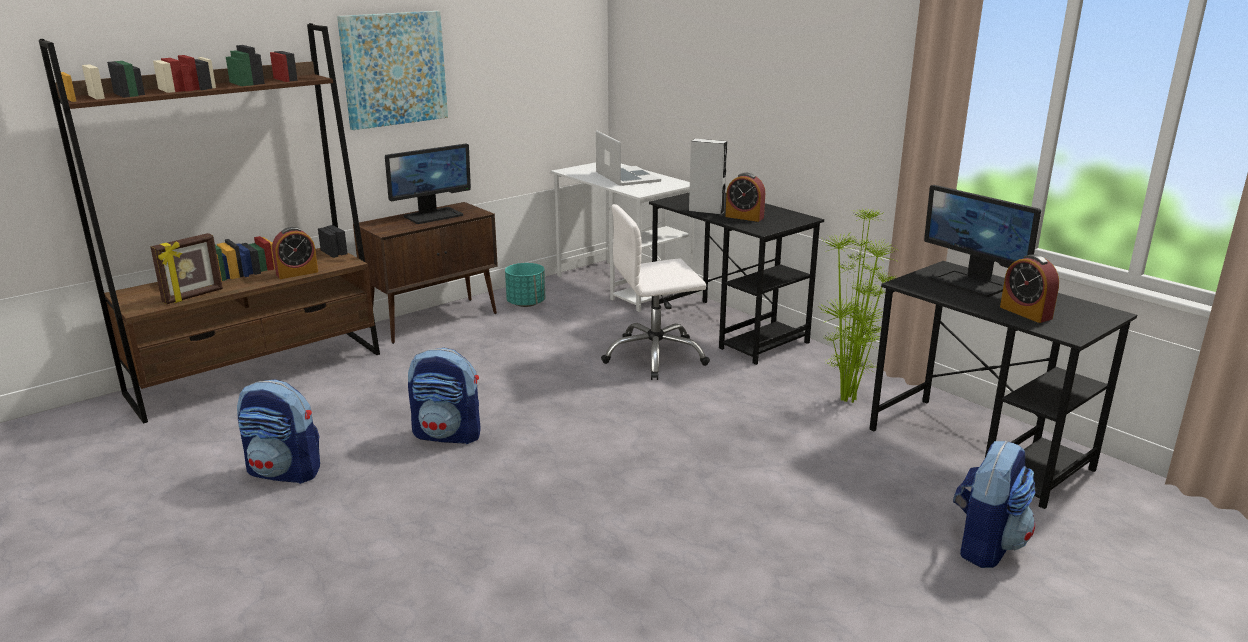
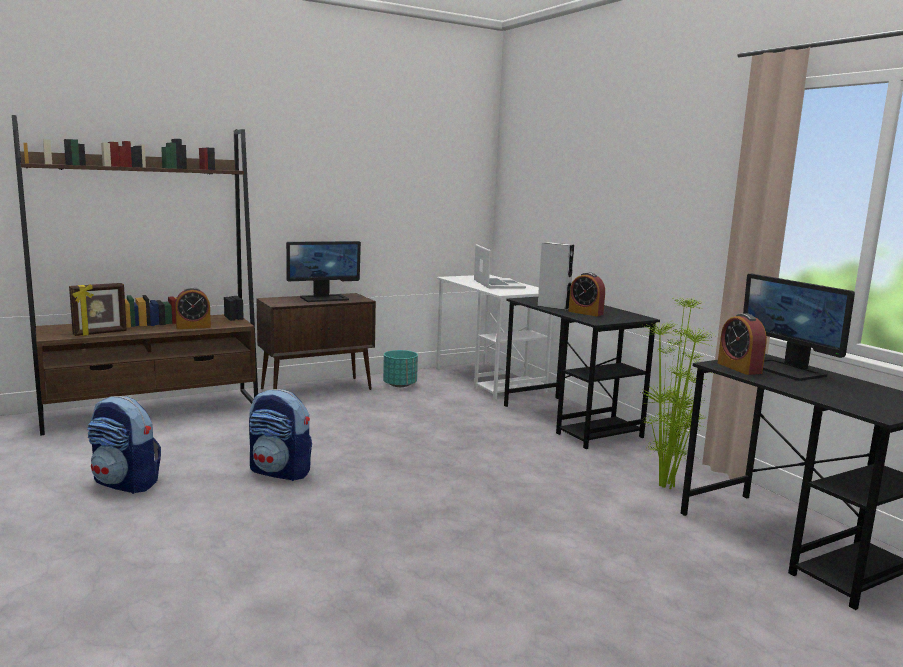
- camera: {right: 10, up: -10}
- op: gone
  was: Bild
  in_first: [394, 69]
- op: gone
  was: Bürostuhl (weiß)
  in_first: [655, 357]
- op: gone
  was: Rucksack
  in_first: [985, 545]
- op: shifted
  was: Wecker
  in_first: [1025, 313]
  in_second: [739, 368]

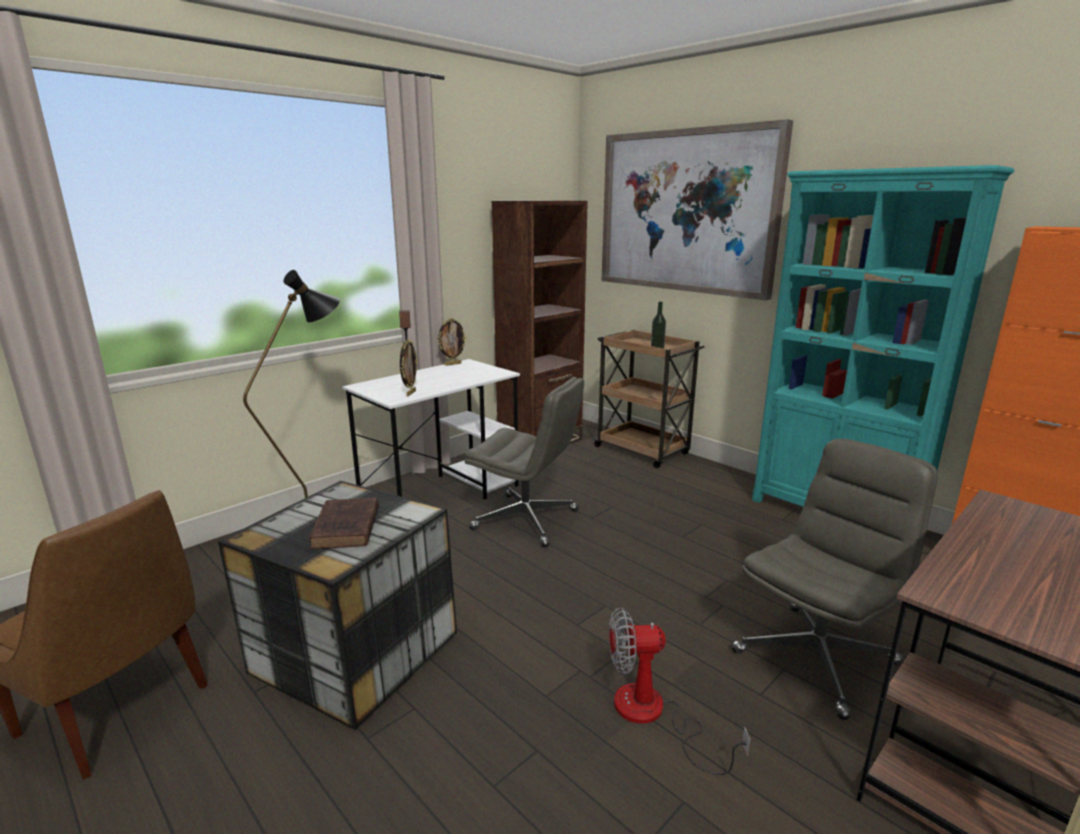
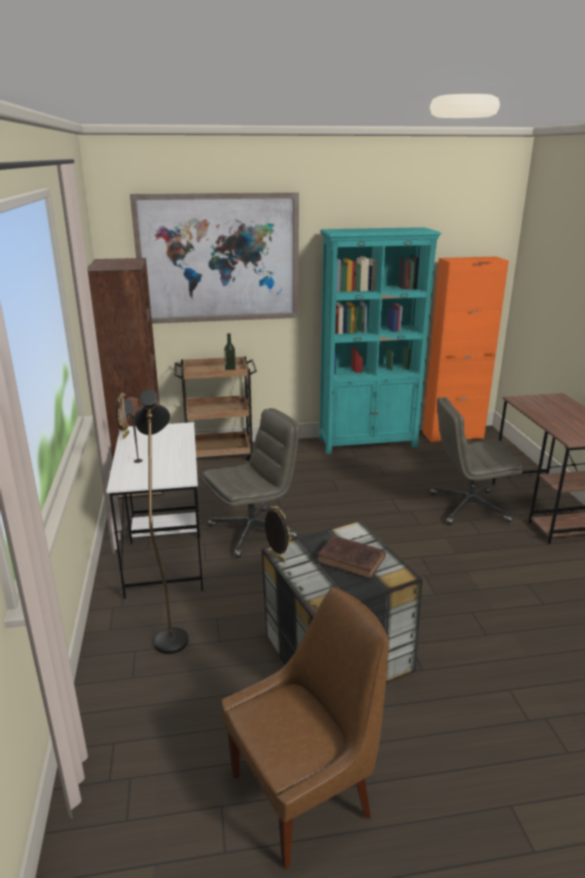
- camera: {right: -55, up: 5}
- op: shifted
  was: Bilderrahmen
  in_first: [410, 393]
  in_second: [277, 558]
- op: gone
  was: Ventilator
  in_first: [653, 715]
- op: rotated
  was: Bürostuhl (grau)
  in_first: [816, 656]
  in_second: [468, 508]
  clockwise: -90

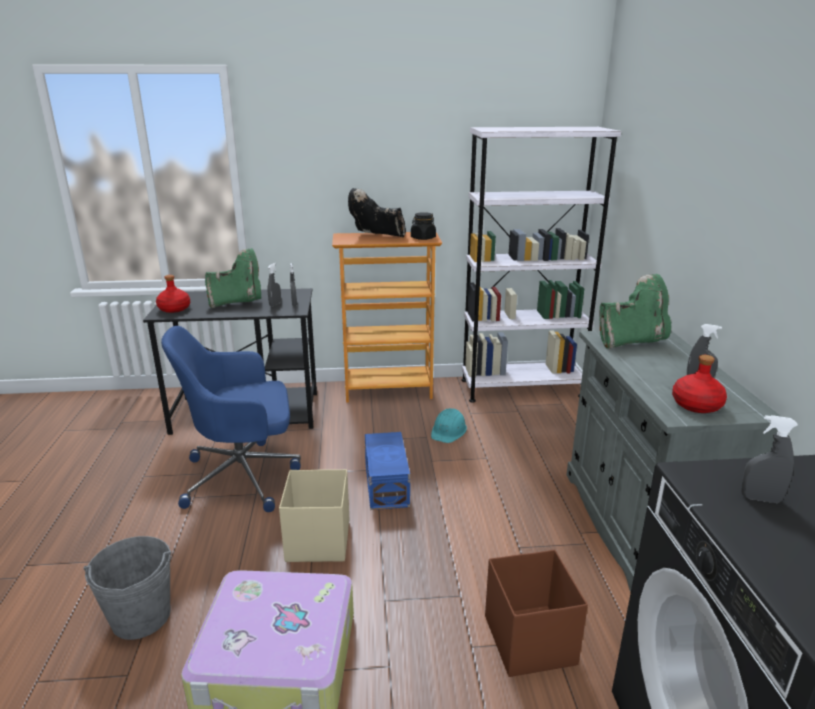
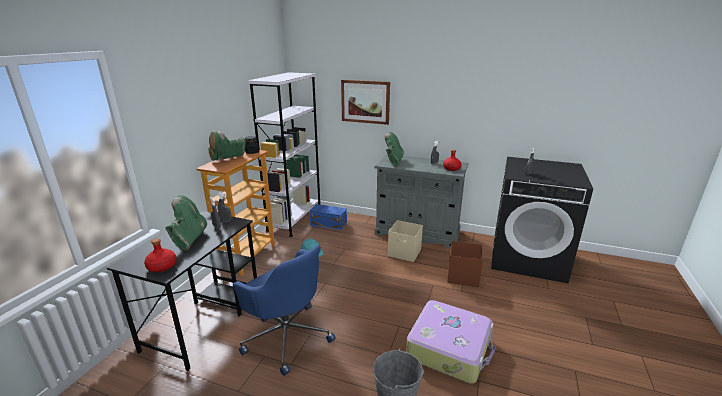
- camera: {right: -65, up: 0}
- op: rotated
  was: Bürostuhl (blau)
  in_first: [244, 476]
  in_second: [287, 336]
  clockwise: -60
- op: shifted
  was: Aufbewahrungsbox (beige)
  in_first: [317, 541]
  in_second: [404, 253]
- op: repainted
  was: Stiefel (schwarz)
  now: Stiefel (grün)
  in_first: [376, 236]
  in_second: [228, 160]
- op: shifted
  was: Aufbewahrungsbox (blau)
  in_first: [387, 484]
  in_second: [328, 224]
- op: new
  now: Bild
  in_second: [365, 101]

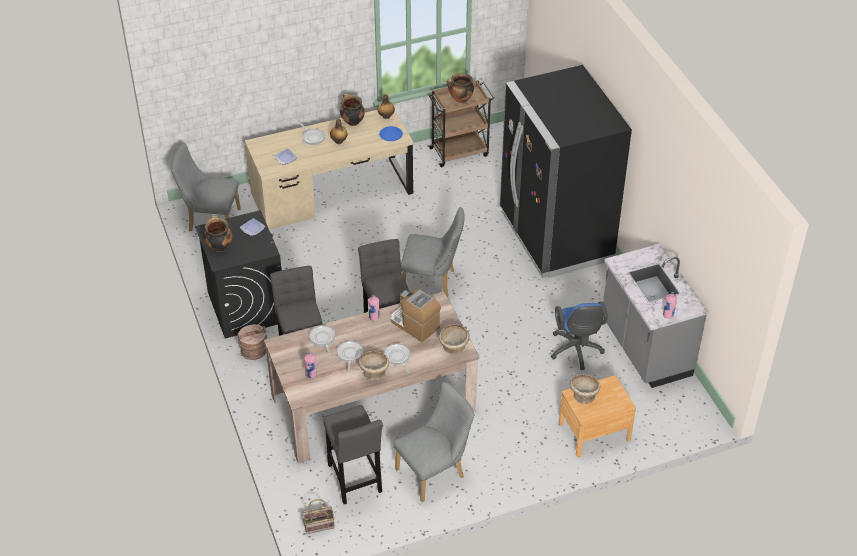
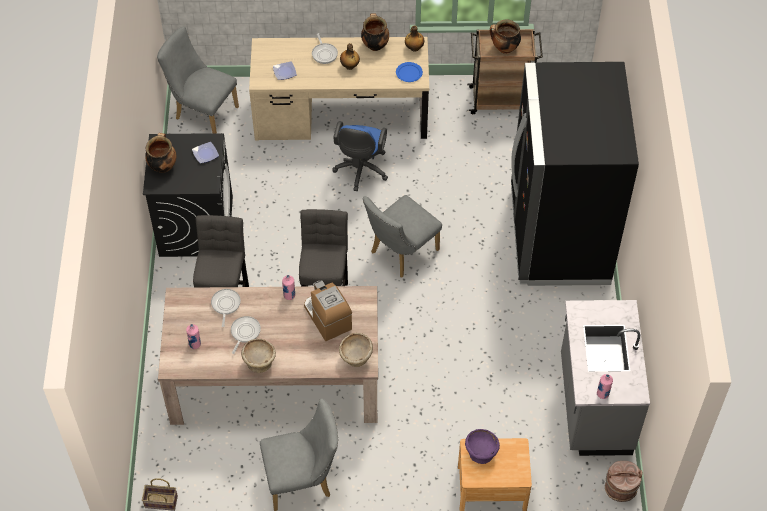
- camera: {right: 20, up: 10}
- op: shifted
  was: Eimer (braun)
  in_first: [254, 351]
  in_second: [620, 488]
- op: gone
  was: Hocker (grau)
  in_first: [355, 481]
- op: gone
  was: Pfanne
  in_first: [397, 357]
- op: rotated
  was: Stuhl (grau)
  in_first: [433, 282]
  in_second: [400, 253]
  clockwise: 105
- op: shifted
  was: Bürostuhl (blau)
  in_first: [576, 351]
  in_second: [360, 171]
- op: repainted
  was: Schüssel (beige)
  now: Schüssel (lila)
  in_first: [583, 396]
  in_second: [481, 452]

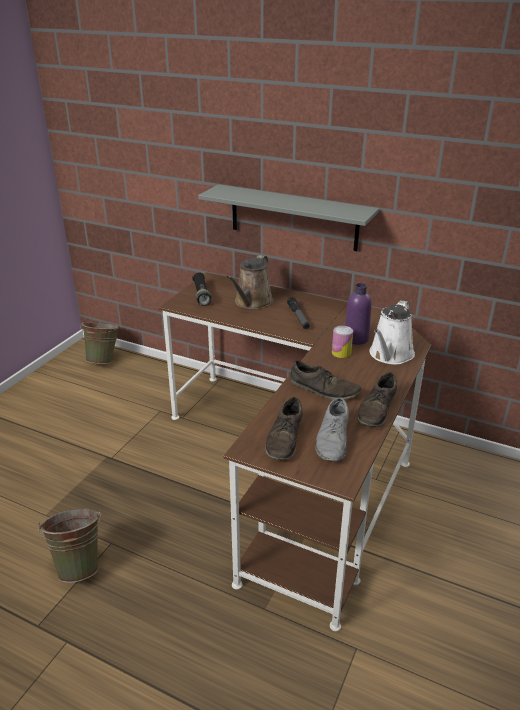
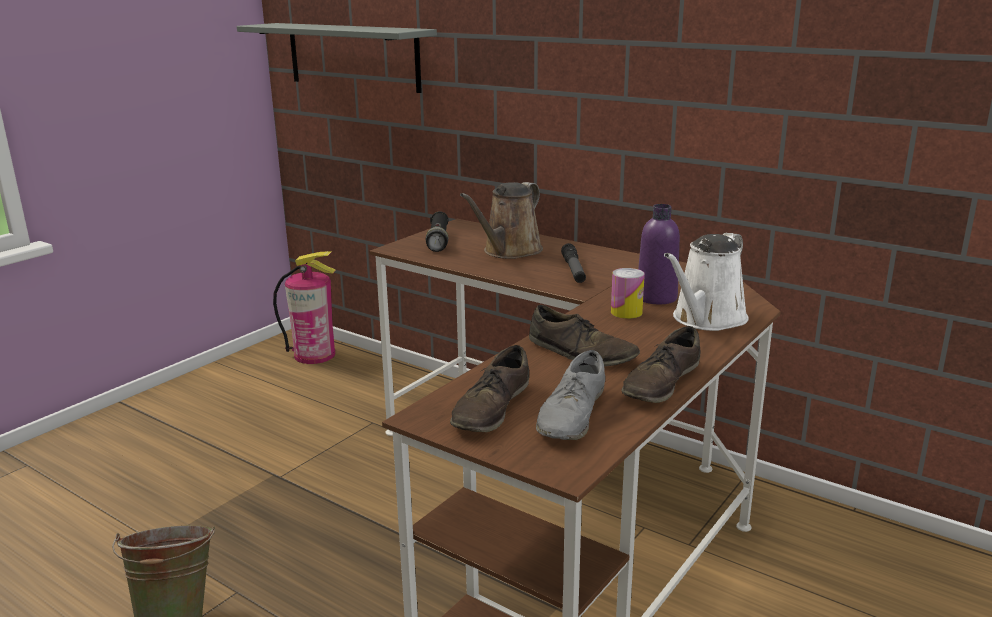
- camera: {right: 10, up: -10}
- op: swapped
  was: Eimer (grün)
  now: Feuerlöscher
  in_first: [104, 360]
  in_second: [314, 355]
- op: shifted
  was: Wandregal (grau)
  in_first: [293, 217]
  in_second: [353, 56]

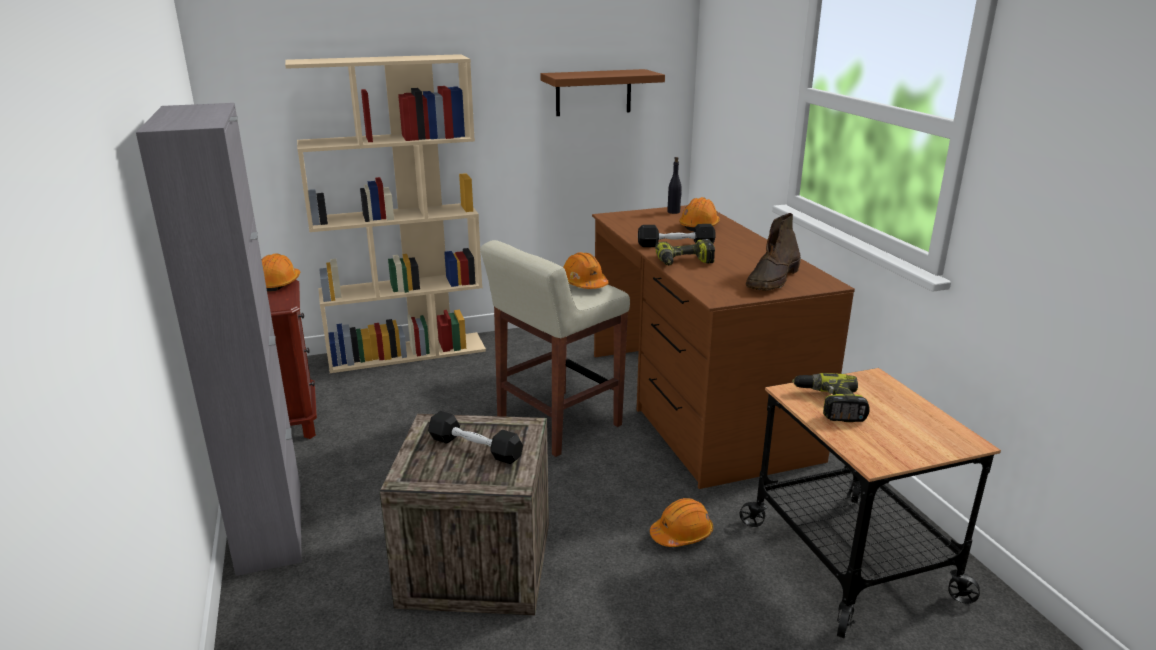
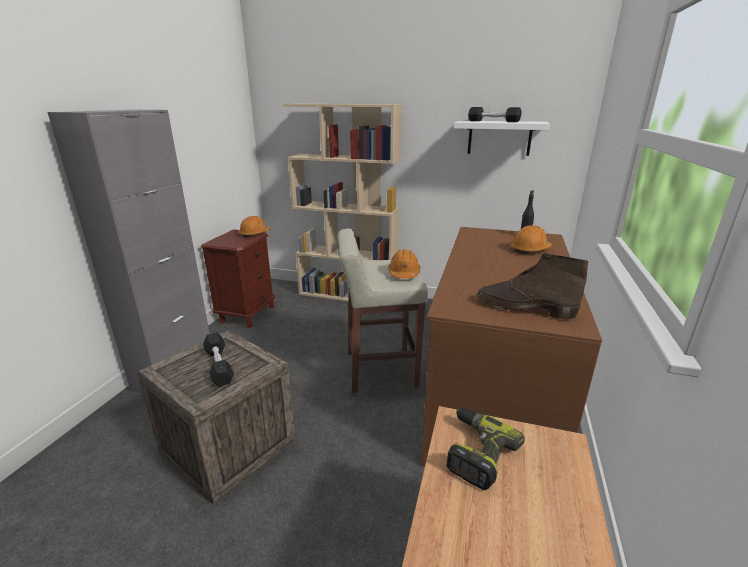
- camera: {right: 35, up: 0}
- op: repainted
  was: Wandregal (braun)
  now: Wandregal (weiß)
  in_first: [593, 92]
  in_second: [499, 138]
- op: shifted
  was: Hantel (schwarz)
  in_first: [676, 244]
  in_second: [493, 121]
- op: gone
  was: Schutzhelm (orange)
  in_first: [681, 534]
- op: gone
  was: Bohrmaschine
  in_first: [684, 262]
- op: rotated
  was: Stiefel (braun)
  in_first: [772, 280]
  in_second: [523, 308]
  clockwise: 45

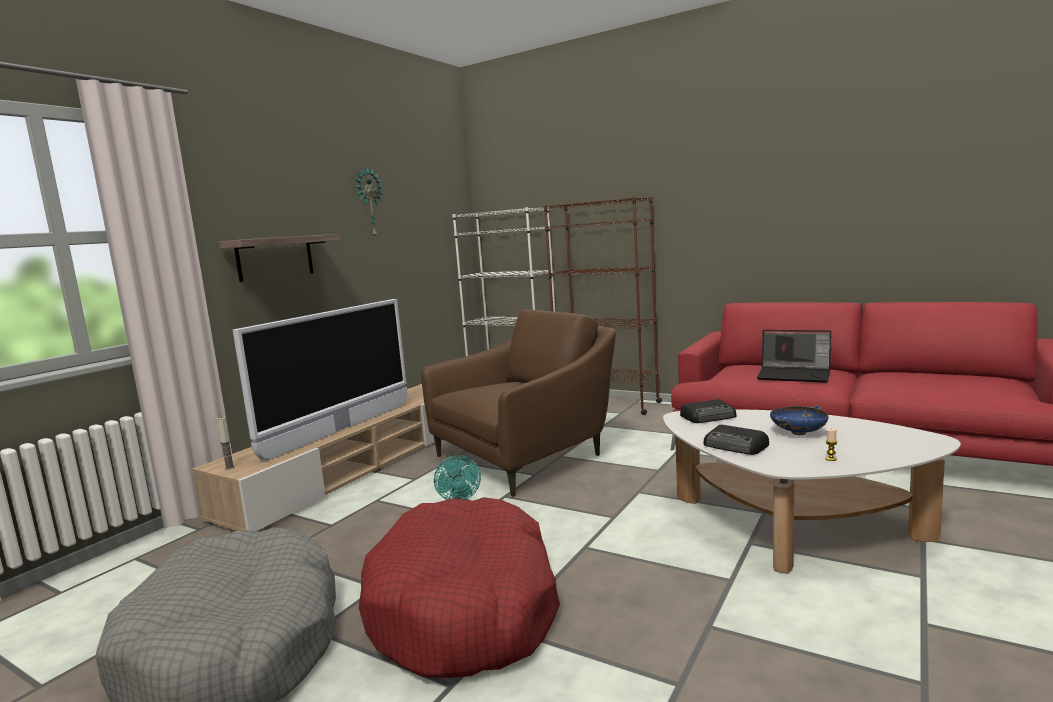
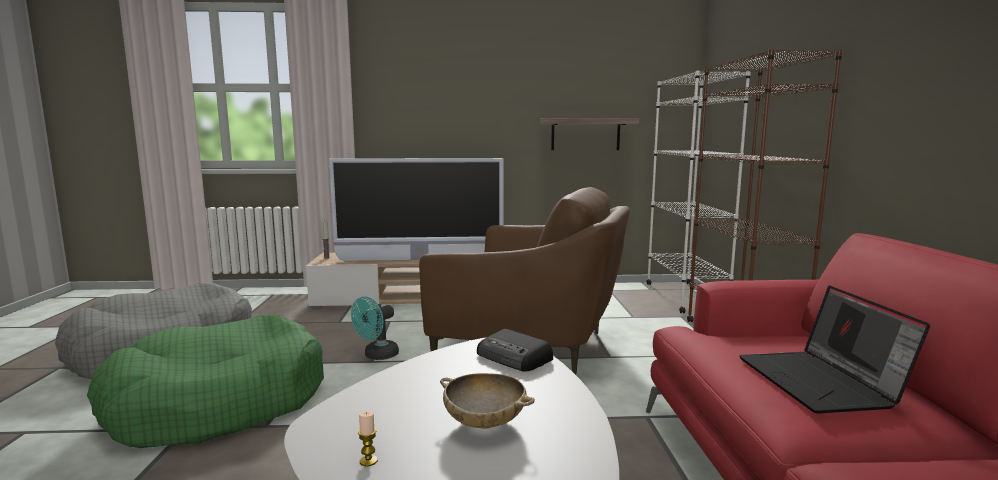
- camera: {right: 55, up: 0}
- op: shifted
  was: Wandregal
  in_first: [275, 258]
  in_second: [585, 134]
- op: gone
  was: Wanduhr
  in_first: [369, 203]
- op: repainted
  was: Hundebett (rot)
  now: Hundebett (grün)
  in_first: [465, 608]
  in_second: [218, 403]
- op: gone
  was: Radio
  in_first: [736, 446]
- op: repainted
  was: Schüssel (blau)
  now: Schüssel (beige)
  in_first: [798, 433]
  in_second: [485, 422]

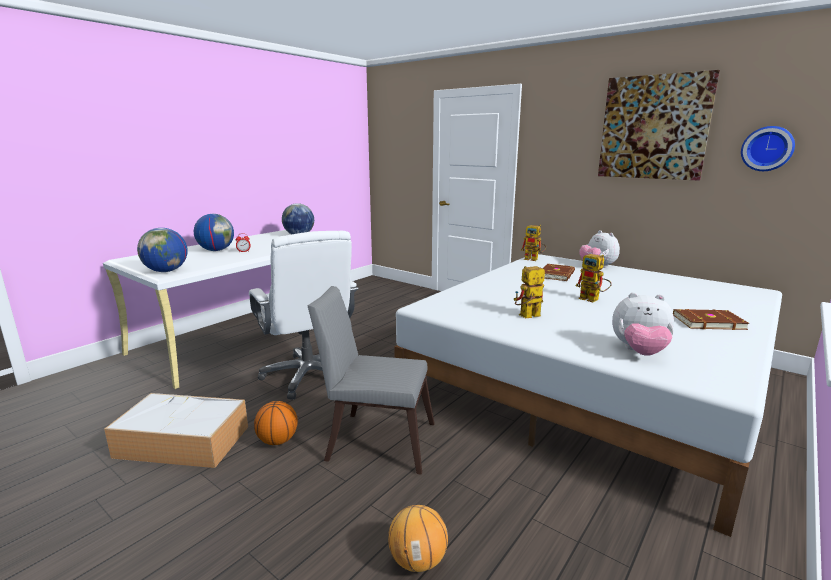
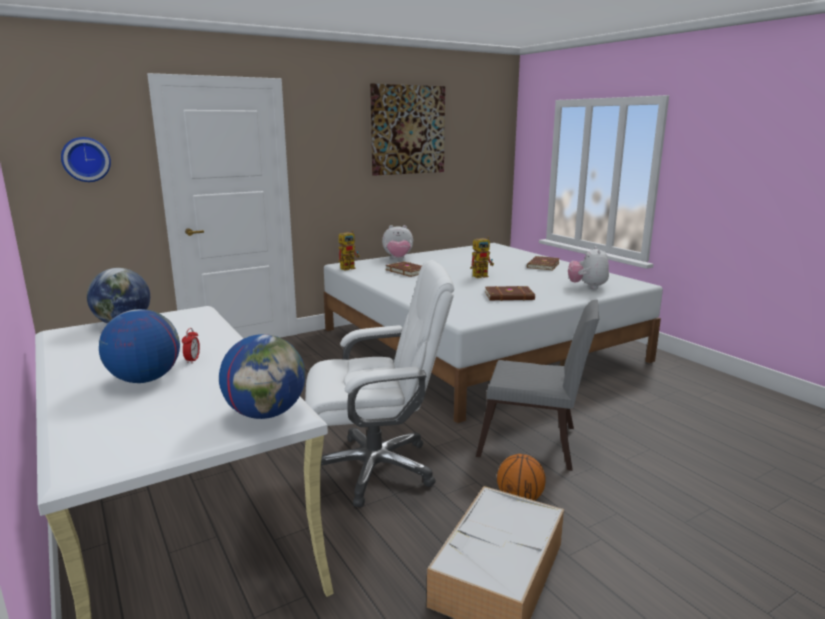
- camera: {right: -70, up: 0}
- op: rotated
  was: Stuhl (grau)
  in_first: [375, 439]
  in_second: [534, 444]
  clockwise: -105
- op: gone
  was: Basketball
  in_first: [417, 560]
- op: swapped
  was: Spielzeugroboter
  now: Buch (braun)
  in_first: [527, 317]
  in_second: [509, 296]
- op: rotated
  was: Plüschtier
  in_first: [639, 352]
  in_second: [587, 287]
  clockwise: 150
- op: shifted
  was: Wanduhr
  in_first: [767, 148]
  in_second: [86, 159]

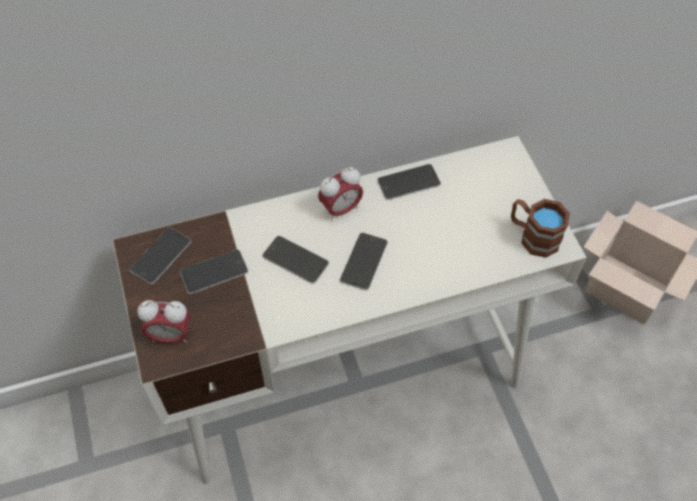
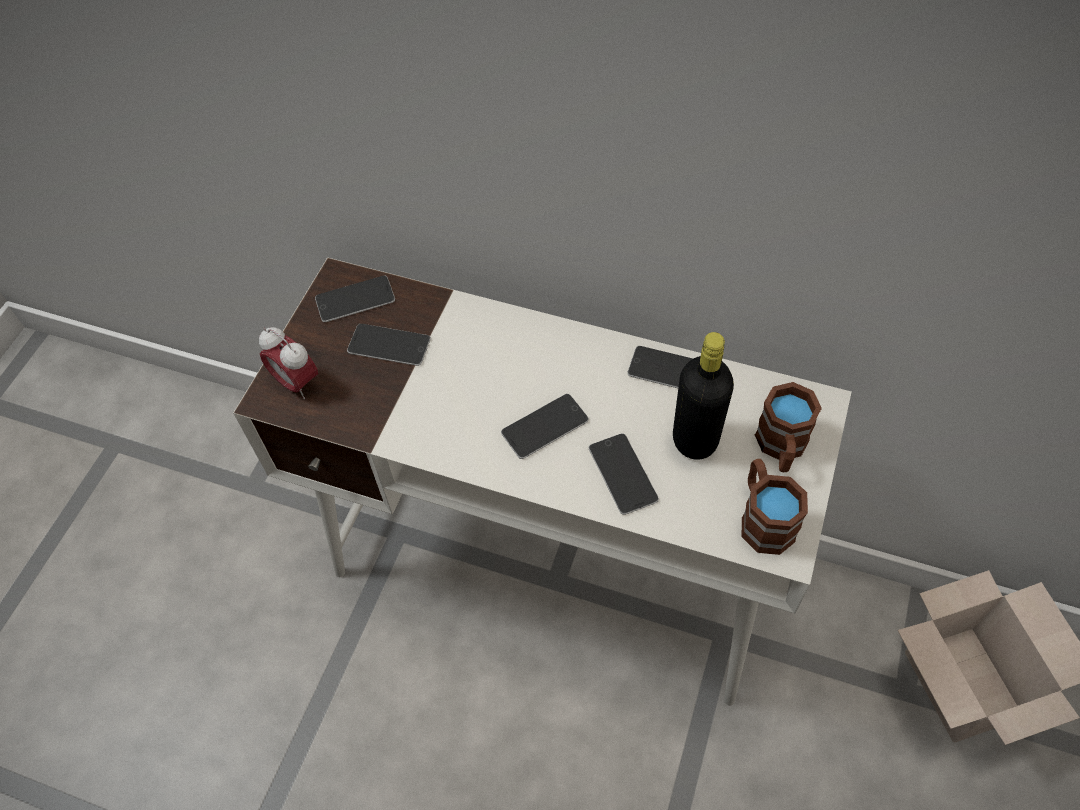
- camera: {right: 40, up: 0}
- op: shifted
  was: Handy
  in_first: [295, 259]
  in_second: [623, 473]
- op: gone
  was: Wecker
  in_first: [340, 209]
- op: new
  now: Flasche (schwarz)
  in_second: [695, 440]
- op: new
  now: Henkelbecher (braun)
  in_second: [781, 448]

